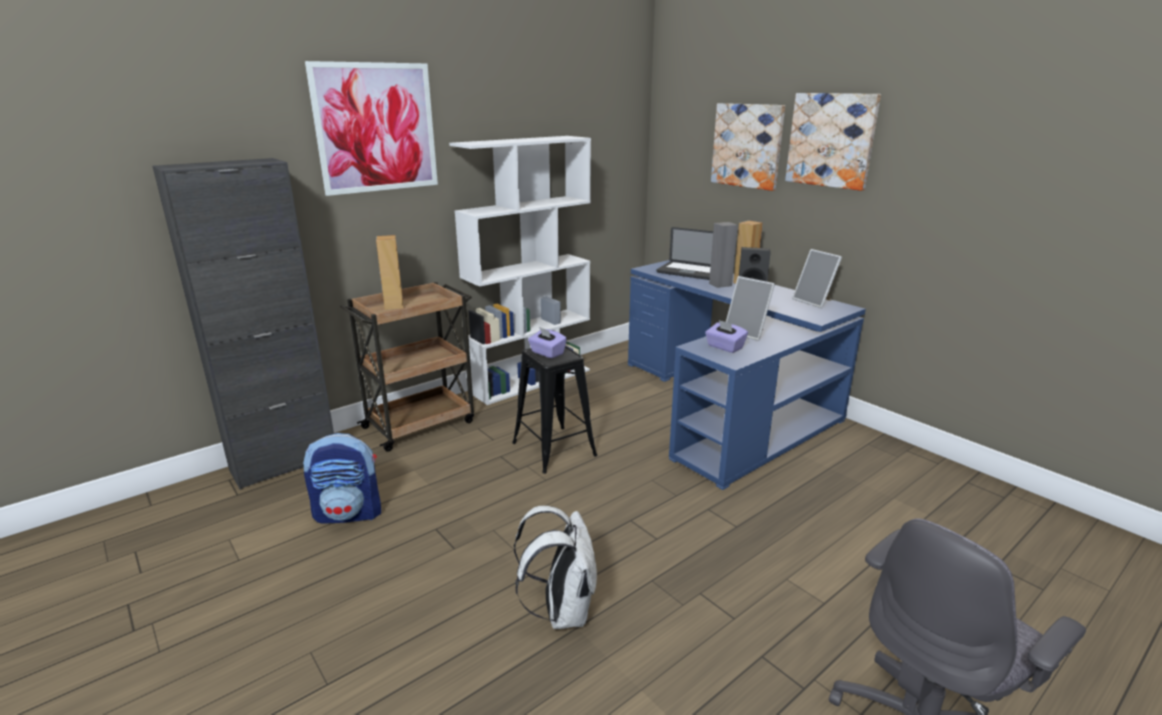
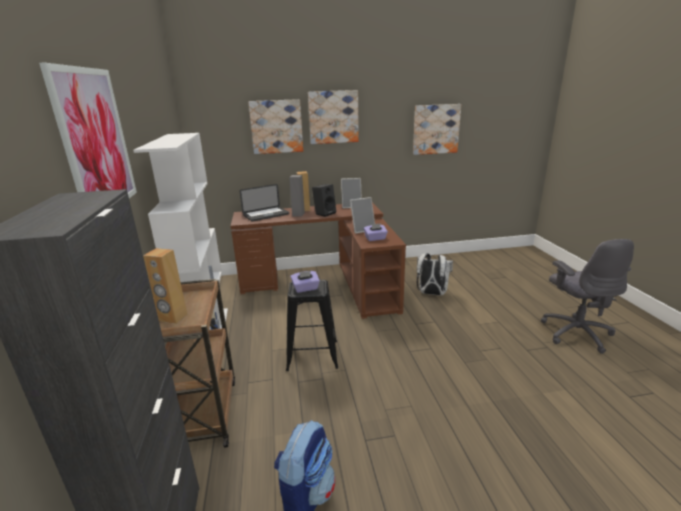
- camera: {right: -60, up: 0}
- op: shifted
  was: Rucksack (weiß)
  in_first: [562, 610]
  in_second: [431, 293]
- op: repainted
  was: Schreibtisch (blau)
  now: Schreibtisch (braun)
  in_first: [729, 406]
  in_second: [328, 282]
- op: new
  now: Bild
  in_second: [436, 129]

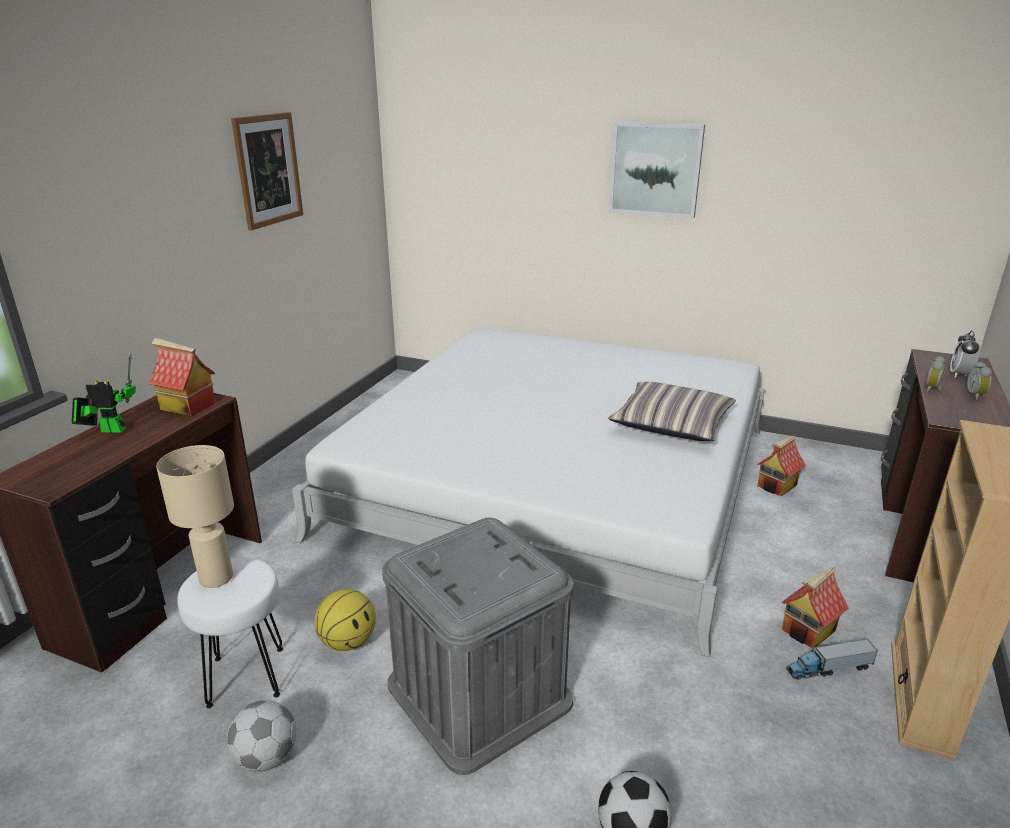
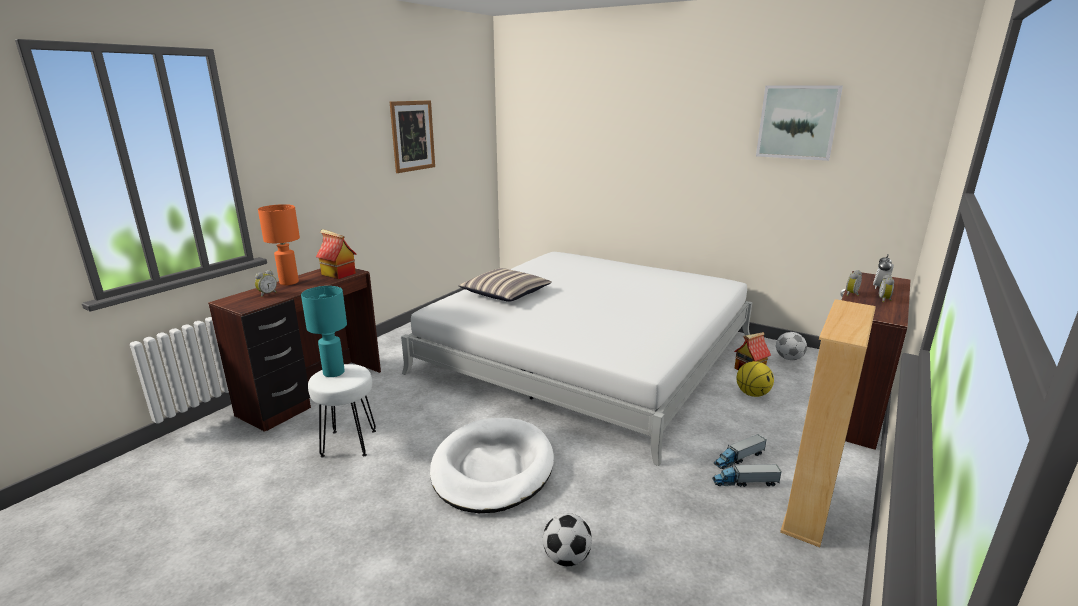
- camera: {right: 10, up: -5}
- op: swapped
  was: Spielzeugroboter
  now: Tischlampe (orange)
  in_first: [109, 430]
  in_second: [288, 282]
- op: repainted
  was: Tischlampe (beige)
  now: Tischlampe (türkis)
  in_first: [217, 577]
  in_second: [334, 372]
- op: shifted
  was: Fußball
  in_first: [266, 757]
  in_second: [788, 358]
- op: shifted
  was: Basketball
  in_first: [348, 642]
  in_second: [752, 394]
- op: swapped
  was: Aufbewahrungsbox (grau)
  now: Hundebett (weiß)
  in_first: [479, 693]
  in_second: [492, 468]
- op: shifted
  was: Kissen
  in_first: [672, 424]
  in_second: [505, 294]
- op: shifted
  was: Bild
  in_first: [655, 169]
  in_second: [797, 122]
- op: swapped
  was: Spielzeughaus
  now: Spielzeuglaster
  in_first: [809, 631]
  in_second: [739, 458]
- op: new
  now: Wecker
  in_second: [267, 294]

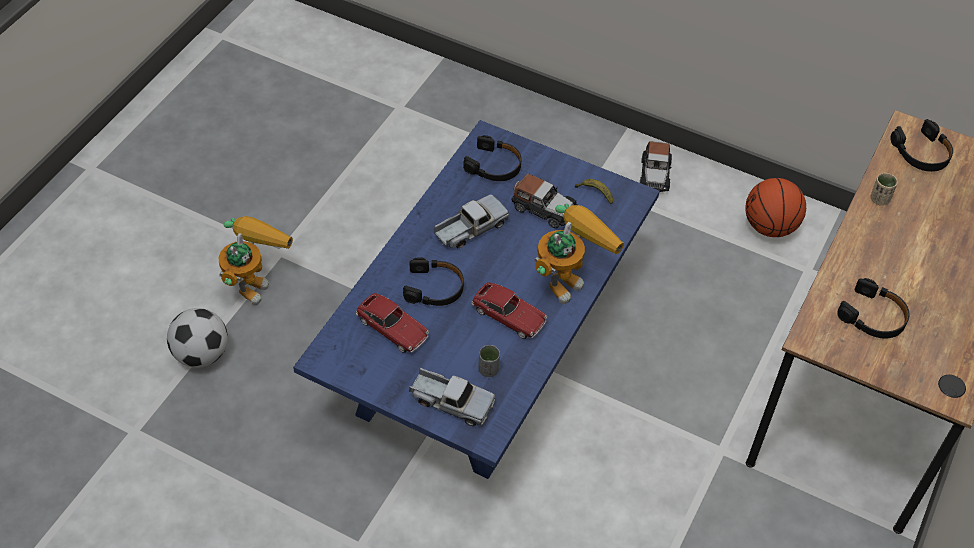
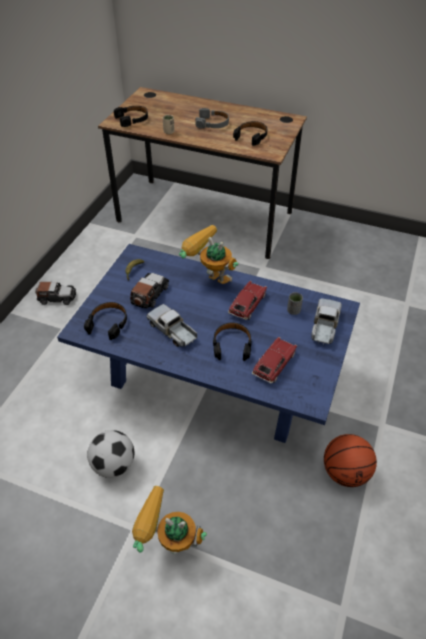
- camera: {right: -95, up: -5}
- op: shifted
  was: Fußball
  in_first: [201, 354]
  in_second: [114, 465]
- op: shifted
  was: Basketball
  in_first: [770, 226]
  in_second: [345, 472]
- op: new
  now: Kopfhörer (grau)
  in_second: [213, 123]

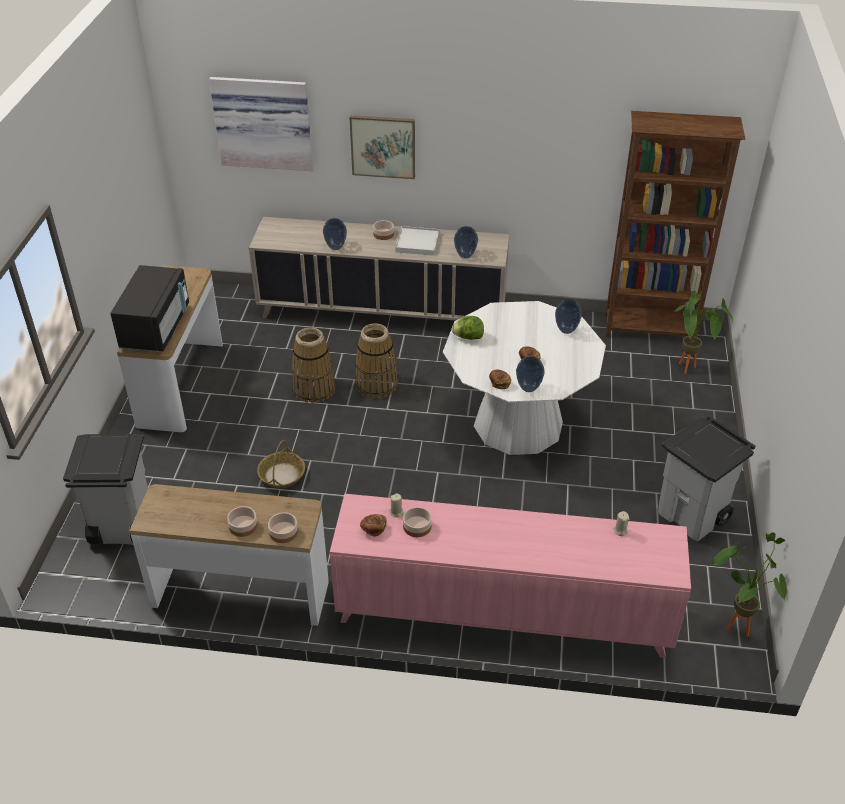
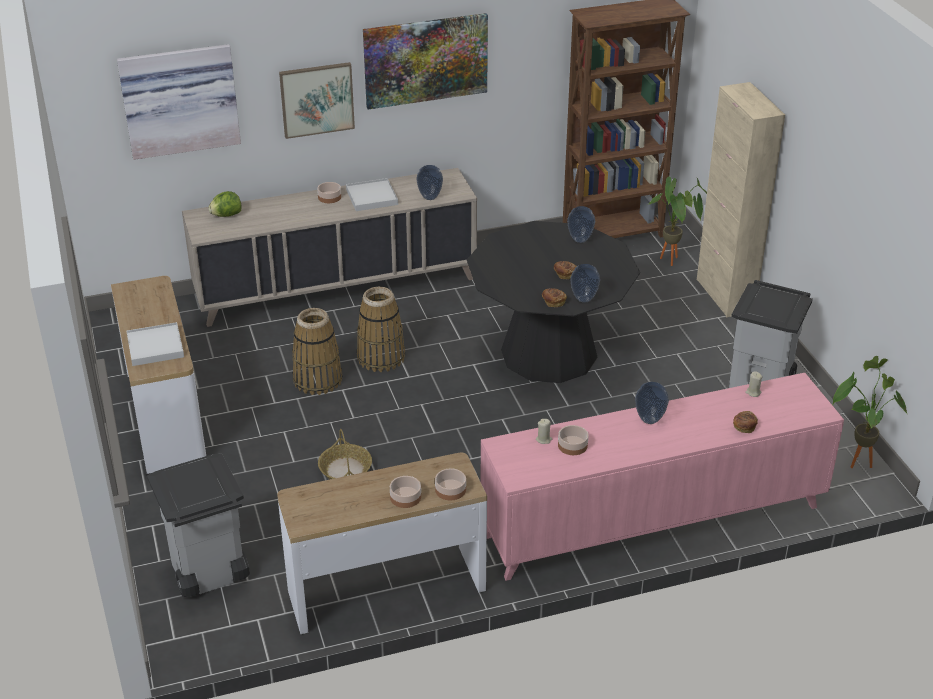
- camera: {right: -25, up: -5}
- op: swapped
  was: Mikrowelle (schwarz)
  now: Tablett (weiß)
  in_first: [156, 328]
  in_second: [155, 347]
- op: shifted
  was: Vase
  in_first: [335, 247]
  in_second: [649, 420]
- op: shifted
  was: Brot
  in_first: [373, 529]
  in_second: [744, 427]
- op: repainted
  was: Esstisch (weiß)
  now: Esstisch (schwarz)
  in_first: [518, 424]
  in_second: [549, 353]
- op: shifted
  was: Salatkopf
  in_first: [468, 337]
  in_second: [226, 215]
- op: new
  now: Bild
  in_second: [425, 60]
- op: new
  now: Schrank (beige)
  in_second: [725, 295]

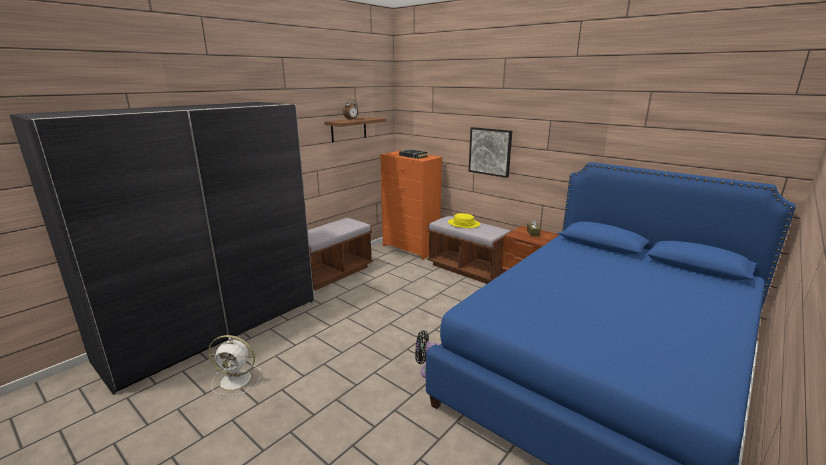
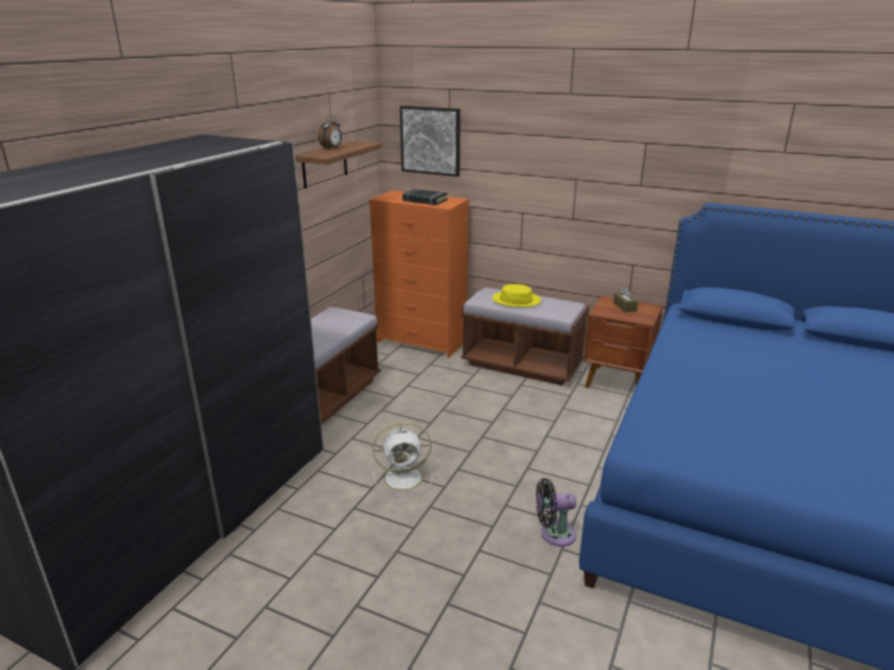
- camera: {right: -15, up: 5}
- op: shifted
  was: Ventilator (weiß)
  in_first: [237, 380]
  in_second: [405, 478]
- op: shifted
  was: Bild
  in_first: [490, 151]
  in_second: [430, 140]

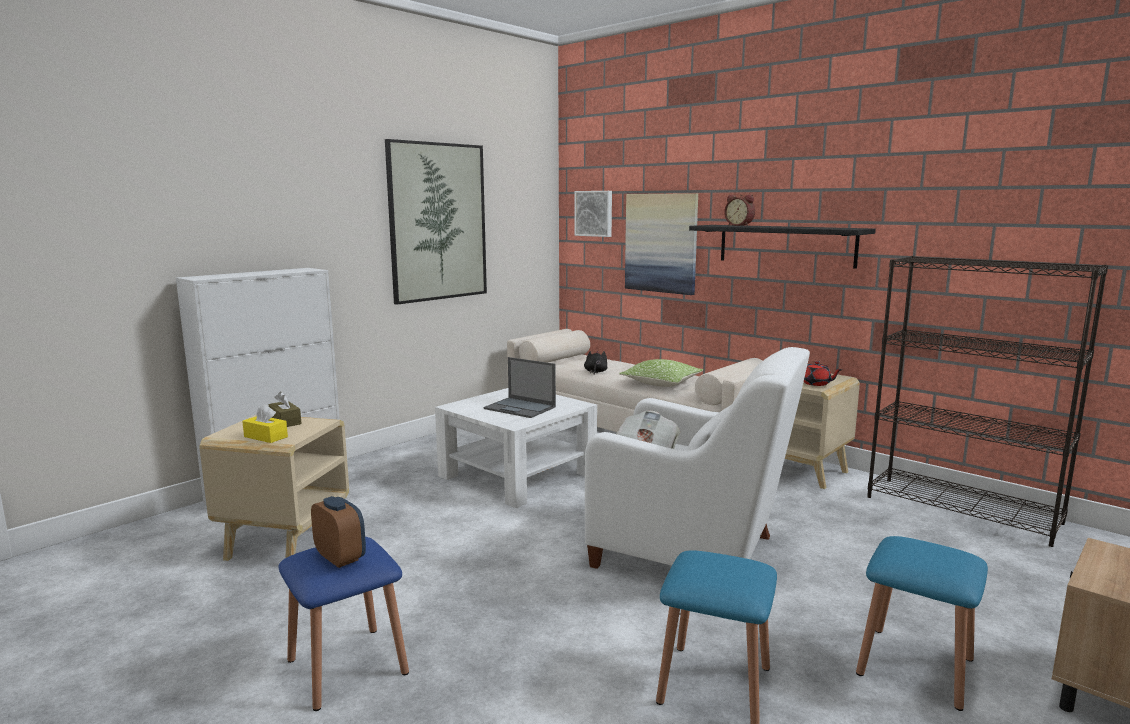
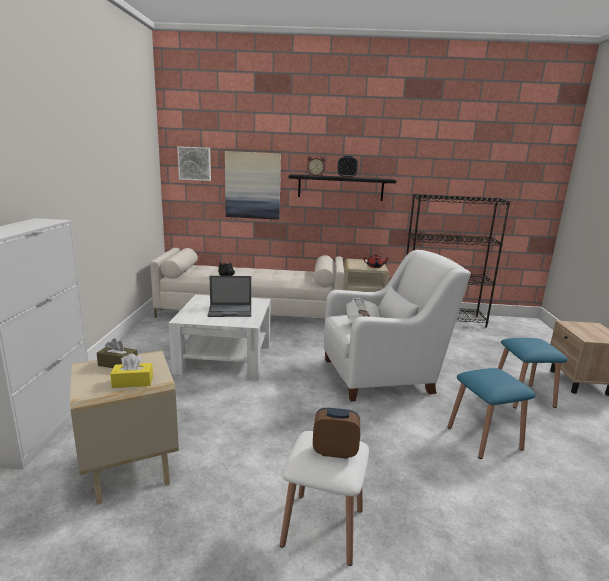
- camera: {right: -40, up: 5}
- op: repainted
  was: Hocker (blau)
  now: Hocker (weiß)
  in_first: [347, 666]
  in_second: [323, 527]
- op: gone
  was: Bild
  in_first: [438, 222]
- op: gone
  was: Kissen
  in_first: [661, 383]
- op: new
  now: Wecker
  in_second: [346, 177]

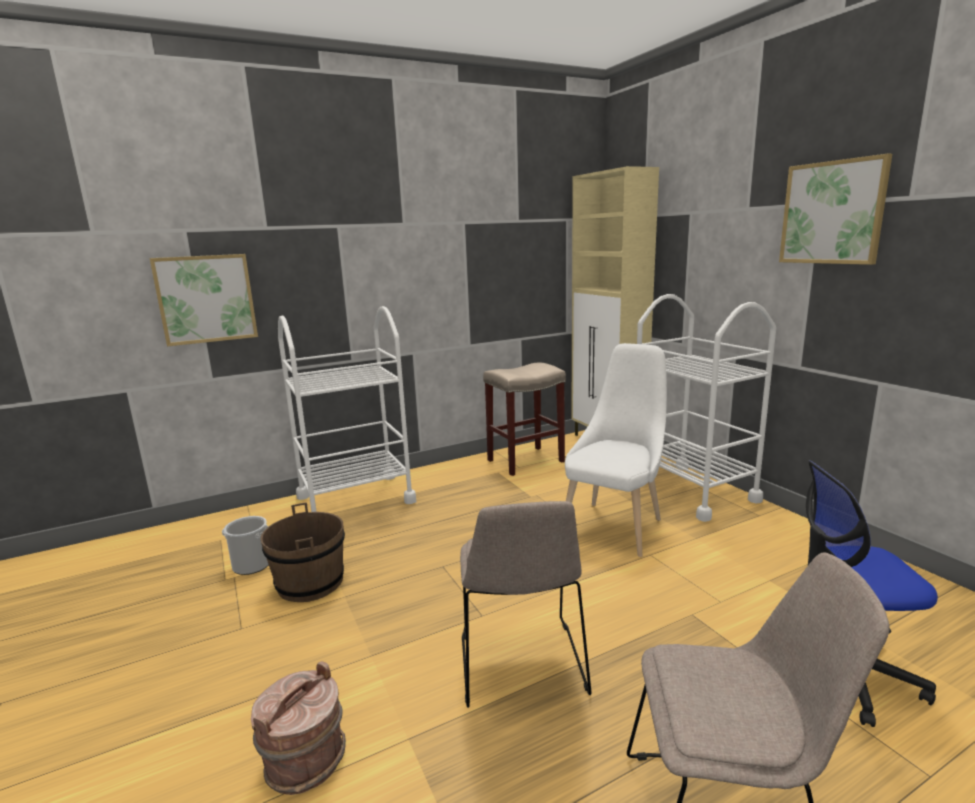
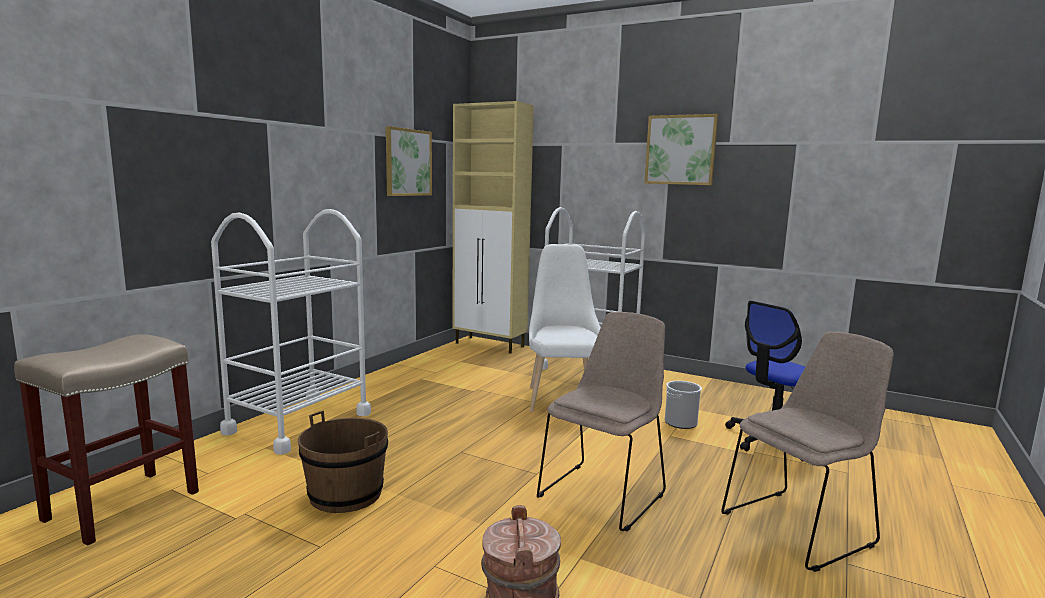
- camera: {right: -35, up: -5}
- op: shifted
  was: Bild
  in_first: [206, 299]
  in_second: [408, 162]
- op: shifted
  was: Eimer
  in_first: [252, 565]
  in_second: [680, 422]
- op: rotated
  was: Stuhl (beige)
  in_first: [521, 666]
  in_second: [603, 493]
  clockwise: -105
- op: shifted
  was: Hocker (beige)
  in_first: [526, 460]
  in_second: [124, 504]

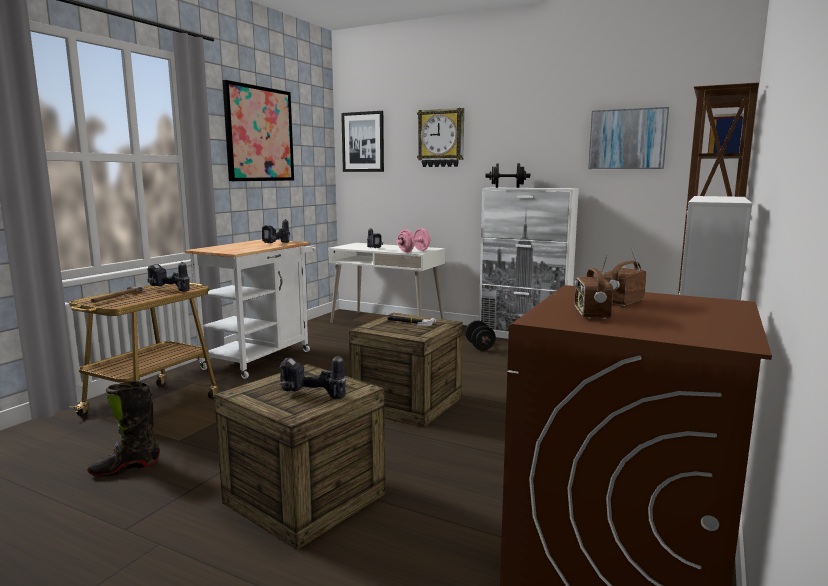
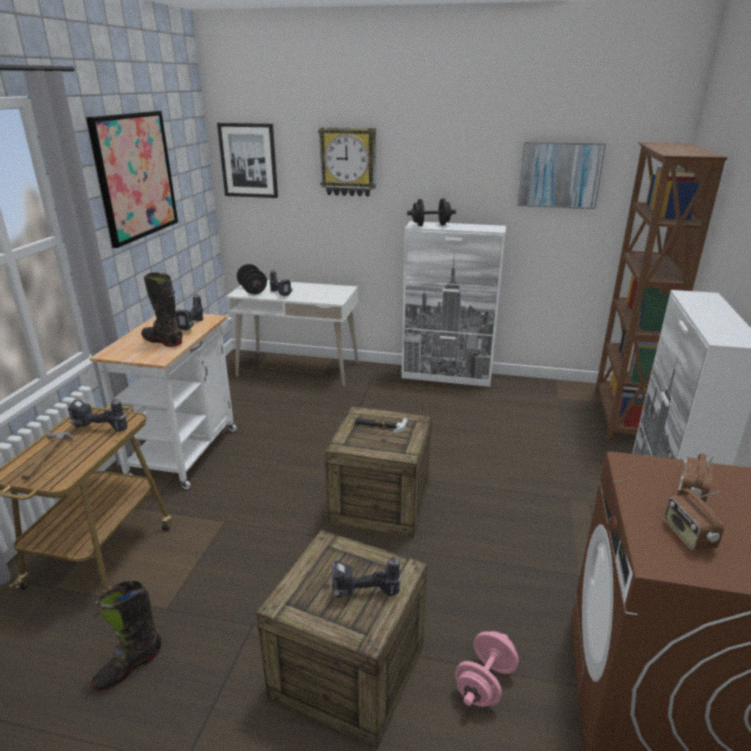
- camera: {right: -15, up: 15}
- op: shifted
  was: Hantel (rosa)
  in_first: [413, 251]
  in_second: [485, 683]
- op: shifted
  was: Hantel (schwarz)
  in_first: [479, 346]
  in_second: [252, 290]
- op: new
  now: Stiefel (schwarz)
  in_second: [163, 341]

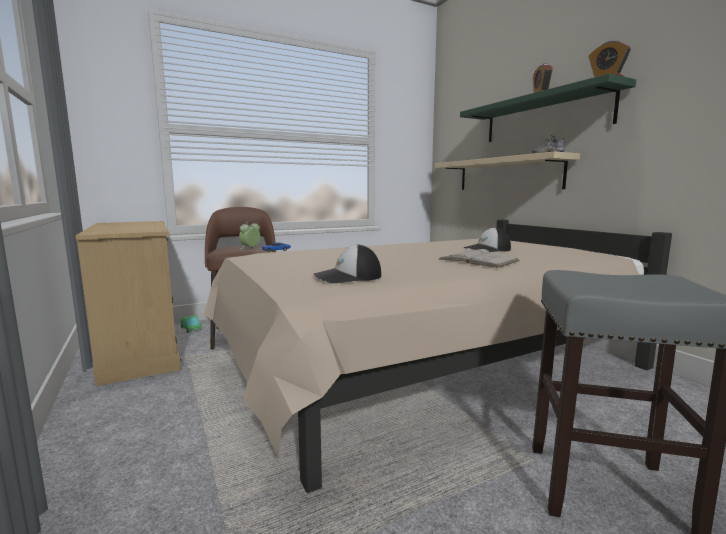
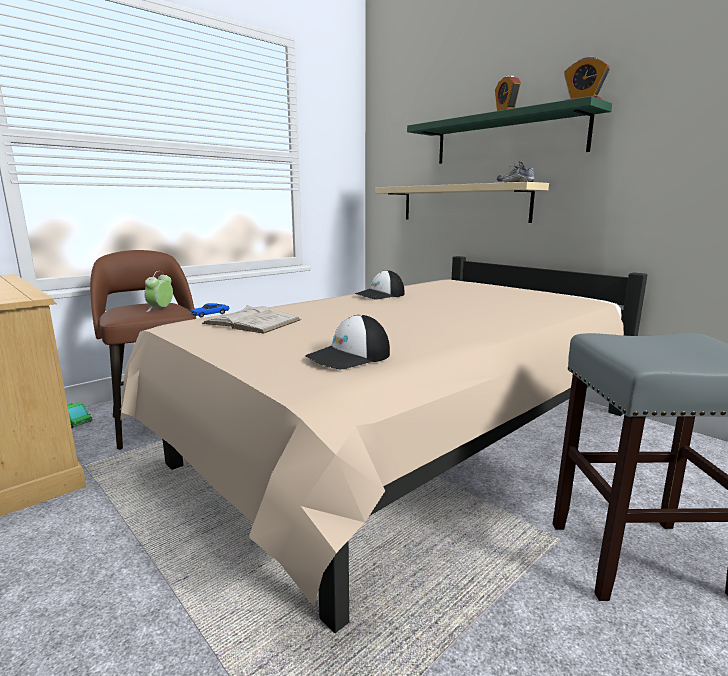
- camera: {right: -15, up: 5}
- op: shifted
  was: Buch (weiß)
  in_first: [478, 260]
  in_second: [252, 322]
- op: shifted
  was: Kappe
  in_first: [487, 249]
  in_second: [380, 295]

